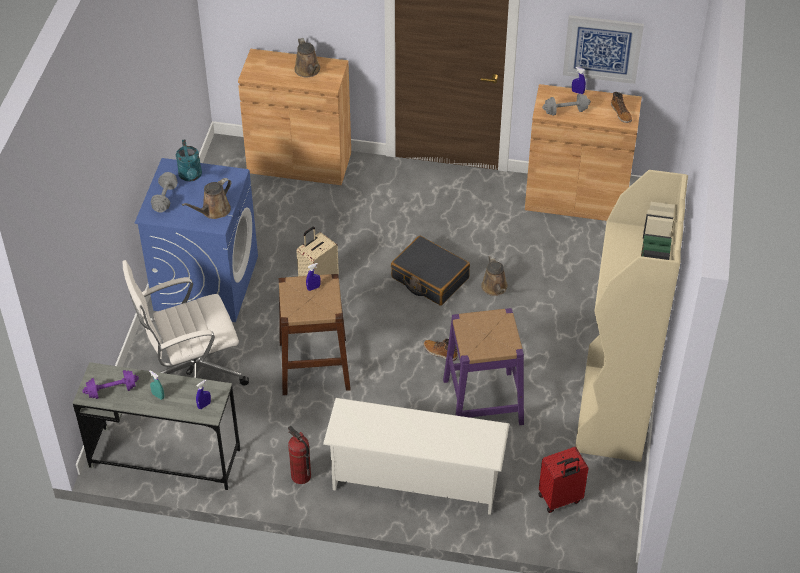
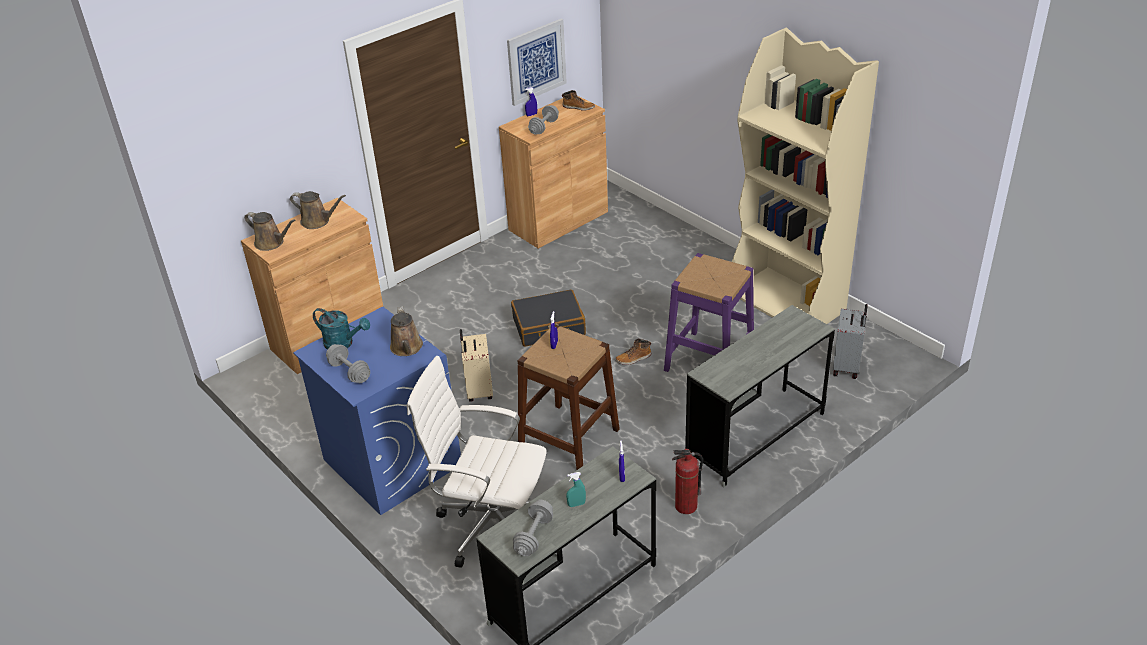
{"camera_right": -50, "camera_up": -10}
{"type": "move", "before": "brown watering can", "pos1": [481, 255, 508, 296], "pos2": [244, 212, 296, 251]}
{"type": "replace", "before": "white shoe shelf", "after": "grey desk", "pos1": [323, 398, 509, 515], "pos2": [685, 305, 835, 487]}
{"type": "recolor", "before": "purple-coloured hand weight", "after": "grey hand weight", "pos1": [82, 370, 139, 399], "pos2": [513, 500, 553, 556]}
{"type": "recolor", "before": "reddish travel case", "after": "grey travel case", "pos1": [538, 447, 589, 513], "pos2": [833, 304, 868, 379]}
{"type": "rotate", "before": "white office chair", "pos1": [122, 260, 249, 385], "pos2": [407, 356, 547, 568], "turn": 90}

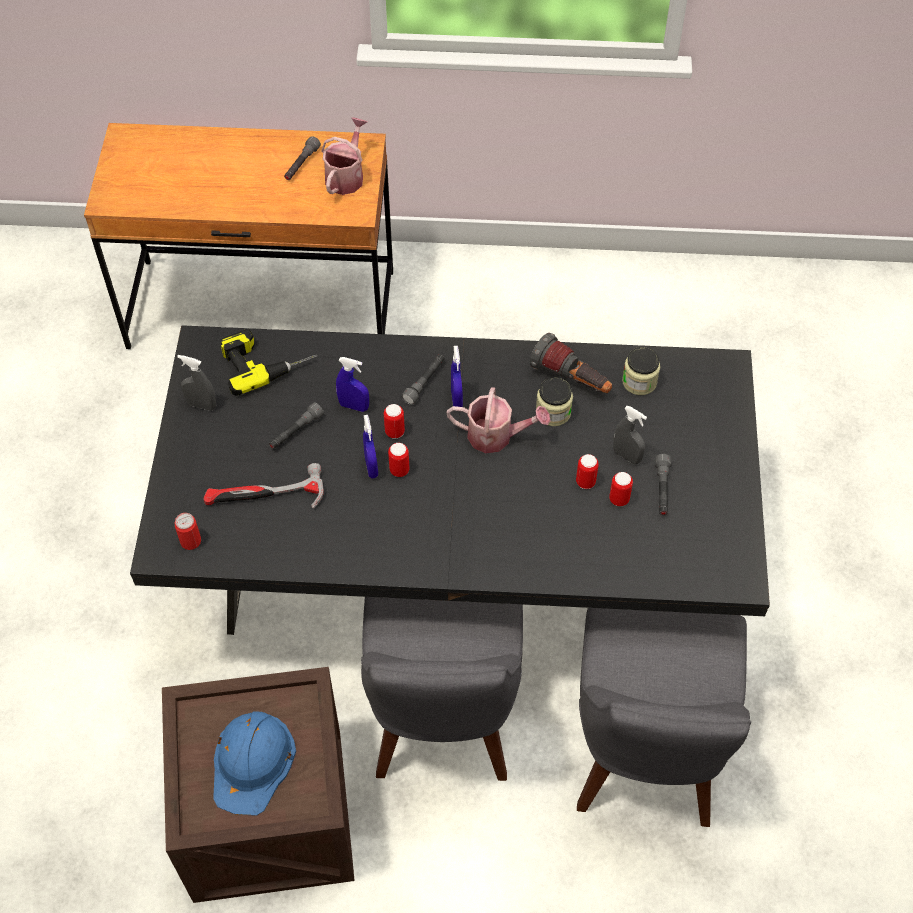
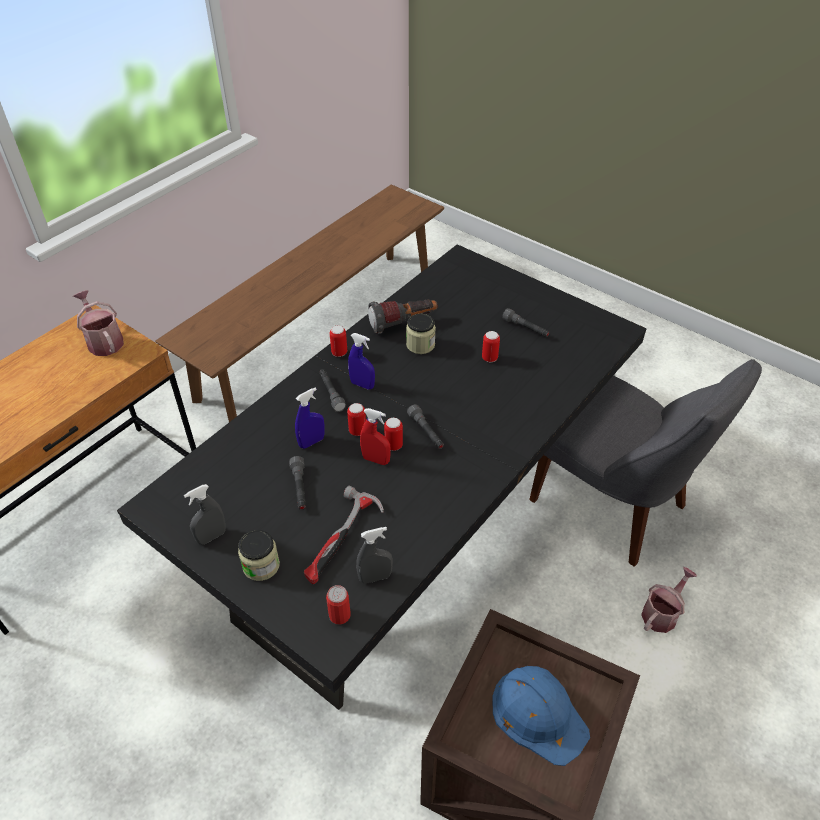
{"camera_right": -55, "camera_up": -10}
{"type": "delete", "before": "electric drill", "pos1": [221, 329, 317, 396]}
{"type": "delete", "before": "grey chair", "pos1": [361, 597, 523, 781]}
{"type": "insert", "after": "brown bench", "pos2": [155, 185, 444, 422]}
{"type": "move", "before": "grey hand torch", "pos1": [284, 136, 321, 180], "pos2": [407, 404, 444, 449]}
{"type": "move", "before": "watering can", "pos1": [447, 387, 550, 453], "pos2": [641, 567, 697, 633]}
{"type": "move", "before": "metal can", "pos1": [609, 472, 633, 506], "pos2": [330, 326, 347, 357]}
{"type": "move", "before": "grey sprayer", "pos1": [613, 406, 647, 464], "pos2": [356, 527, 393, 584]}
{"type": "move", "before": "jar", "pos1": [622, 347, 660, 395], "pos2": [238, 530, 280, 581]}
{"type": "recolor", "before": "bluish sprayer", "after": "reddish sprayer", "pos1": [363, 415, 378, 478], "pos2": [360, 408, 391, 465]}

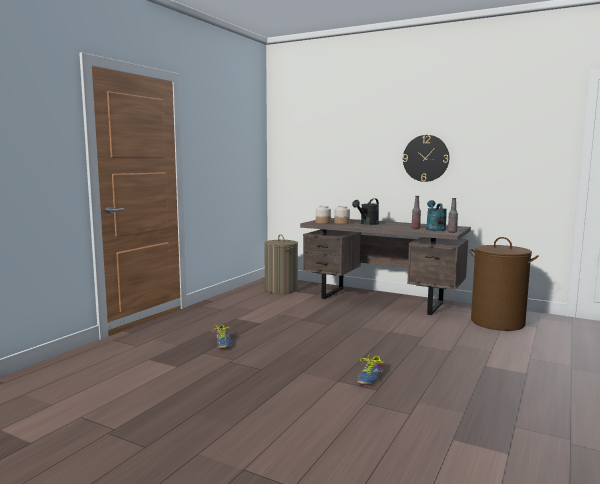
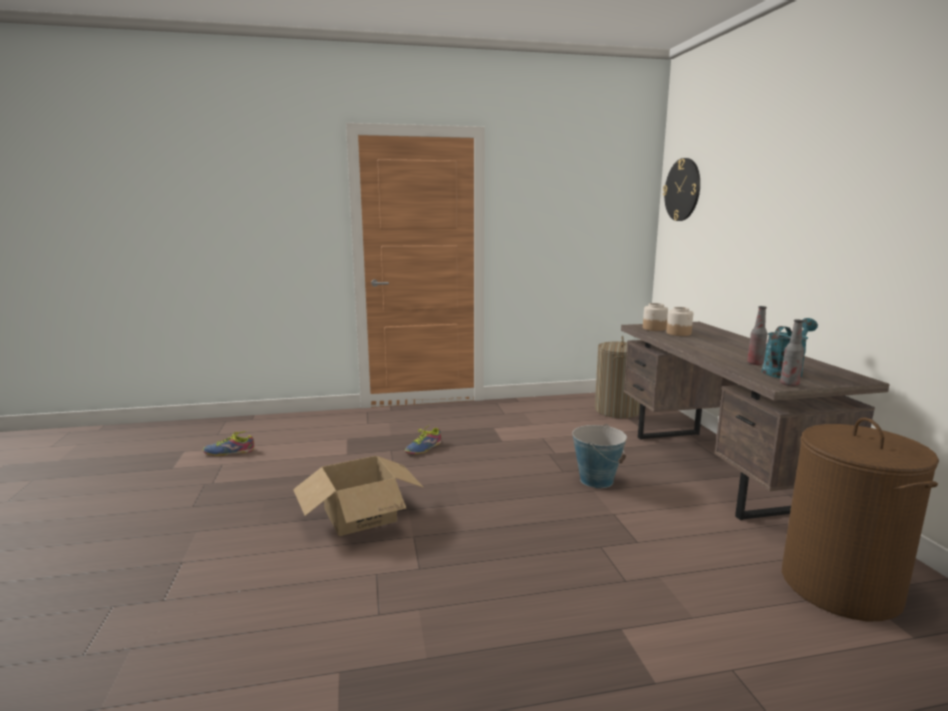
{"camera_right": 50, "camera_up": 5}
{"type": "delete", "before": "black watering can", "pos1": [352, 198, 379, 225]}
{"type": "insert", "after": "cardboard box", "pos2": [293, 456, 424, 536]}
{"type": "insert", "after": "pail", "pos2": [572, 424, 627, 488]}
{"type": "move", "before": "low shoe", "pos1": [357, 353, 384, 385], "pos2": [203, 431, 254, 456]}
{"type": "move", "before": "clock on the wall", "pos1": [403, 135, 449, 182], "pos2": [663, 158, 700, 221]}

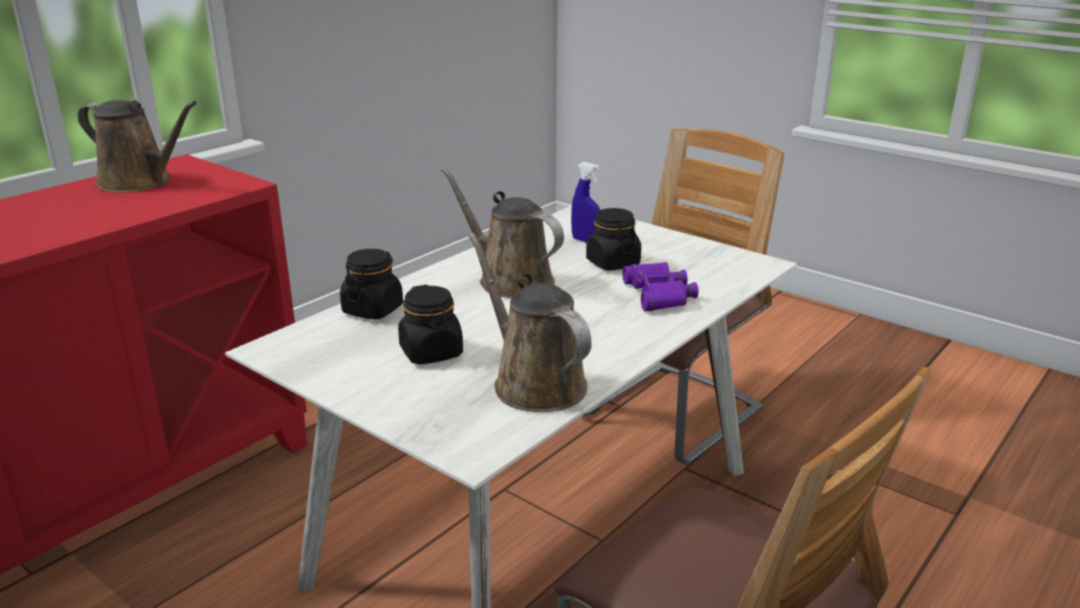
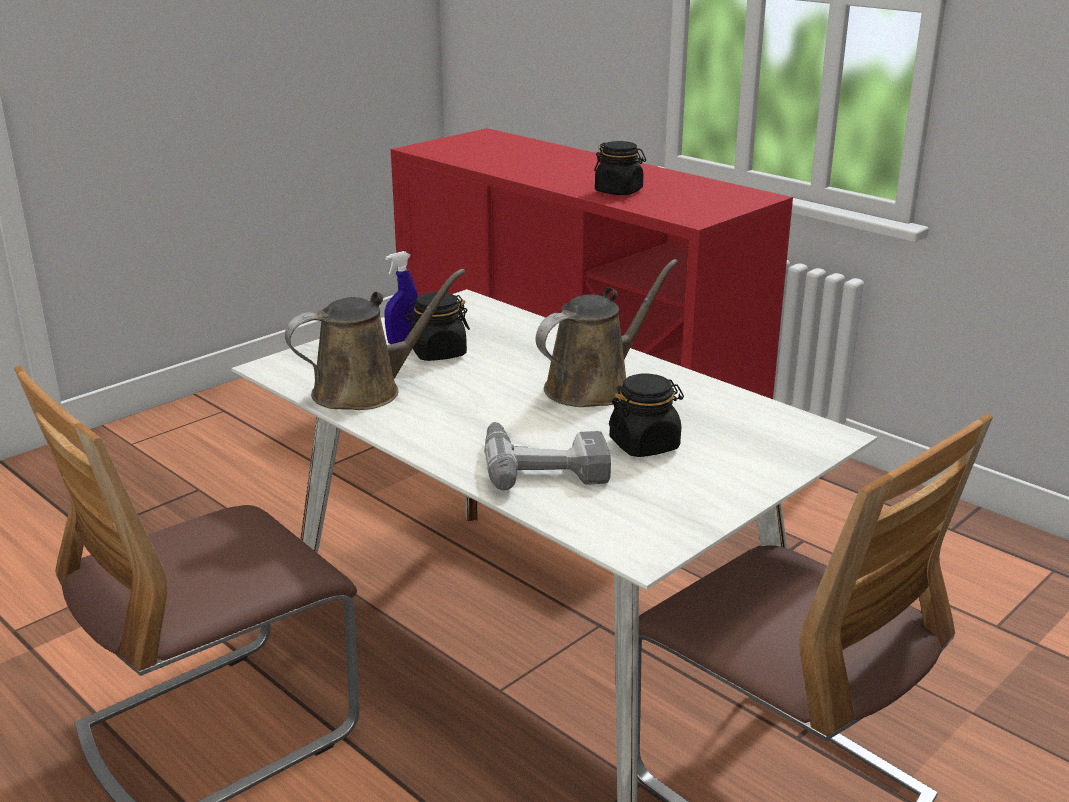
{"camera_right": 95, "camera_up": 0}
{"type": "delete", "before": "brown watering can", "pos1": [78, 100, 197, 193]}
{"type": "move", "before": "black jar", "pos1": [340, 249, 403, 319], "pos2": [594, 141, 646, 195]}
{"type": "move", "before": "bluish sprayer", "pos1": [571, 162, 600, 243], "pos2": [384, 251, 418, 344]}
{"type": "replace", "before": "purple-coloured binoculars", "after": "electric drill", "pos1": [622, 262, 699, 311], "pos2": [484, 422, 611, 490]}

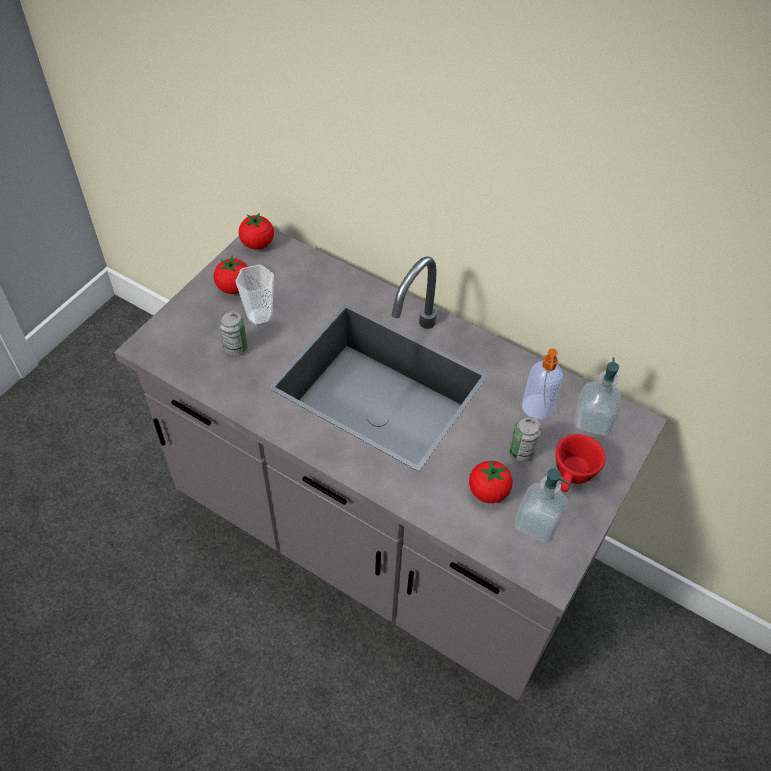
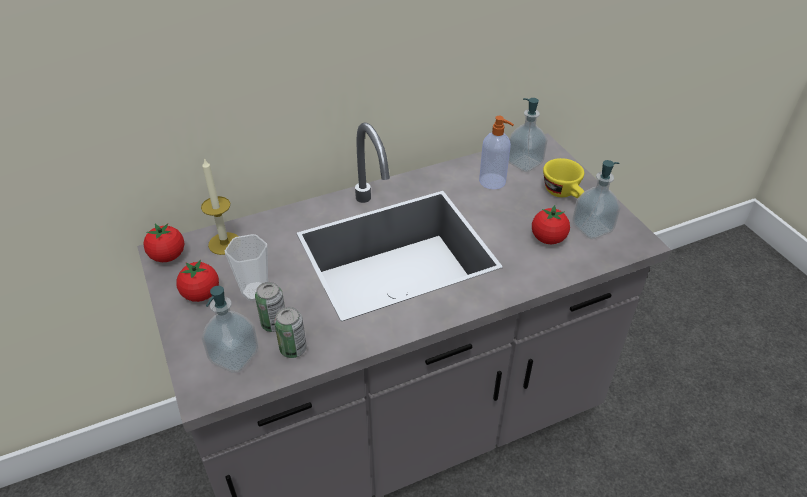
{"camera_right": -55, "camera_up": -10}
{"type": "insert", "after": "candle", "pos2": [201, 158, 239, 255]}
{"type": "insert", "after": "soap bottle", "pos2": [202, 286, 259, 373]}
{"type": "move", "before": "metal can", "pos1": [509, 416, 541, 462], "pos2": [274, 307, 307, 358]}
{"type": "recolor", "before": "reddish drinking cup", "after": "yellow-coloured drinking cup", "pos1": [555, 434, 605, 492], "pos2": [543, 158, 585, 198]}

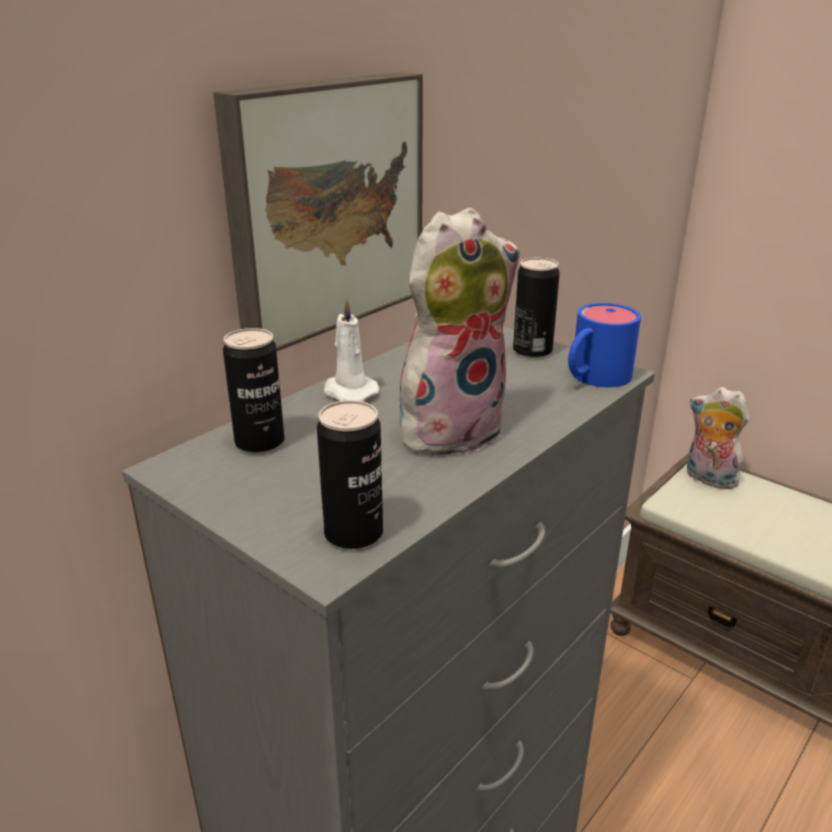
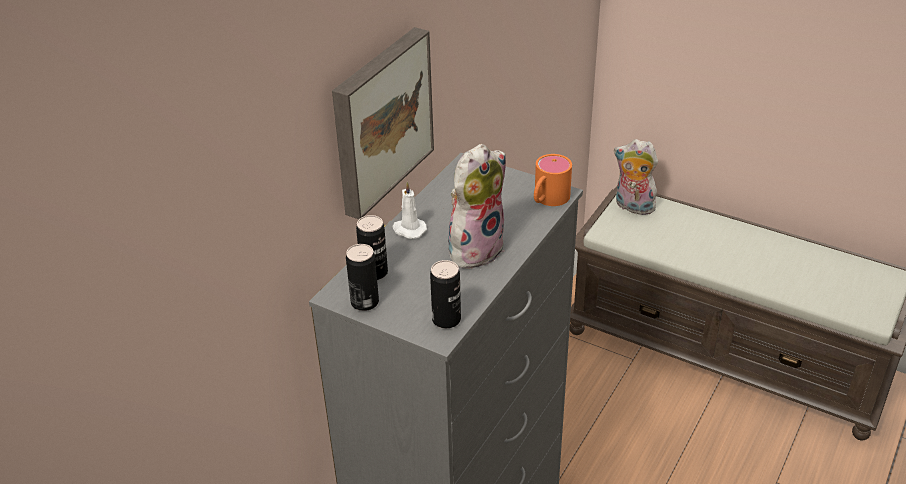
{"camera_right": -10, "camera_up": 10}
{"type": "move", "before": "metal can", "pos1": [513, 257, 560, 358], "pos2": [346, 244, 379, 311]}
{"type": "recolor", "before": "bluish coffee mug", "after": "orangey coffee mug", "pos1": [568, 303, 641, 387], "pos2": [534, 154, 572, 206]}

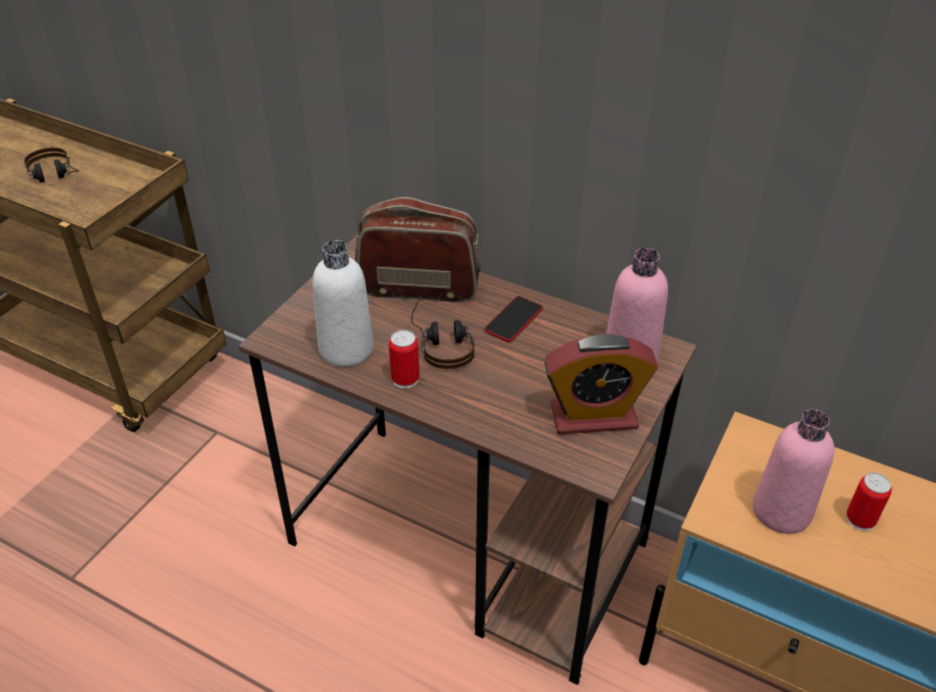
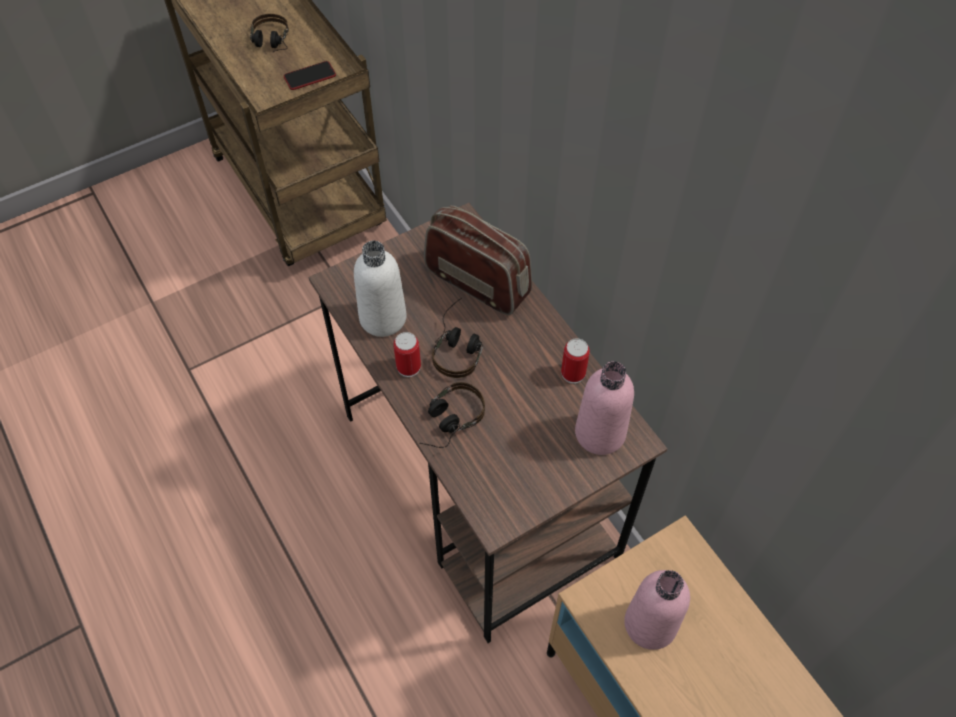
{"camera_right": 30, "camera_up": 15}
{"type": "delete", "before": "alarm clock", "pos1": [544, 334, 658, 435]}
{"type": "insert", "after": "headphones", "pos2": [419, 382, 485, 448]}
{"type": "move", "before": "phone", "pos1": [484, 296, 543, 342], "pos2": [284, 61, 336, 90]}
{"type": "move", "before": "metal can", "pos1": [846, 473, 892, 531], "pos2": [561, 338, 590, 384]}

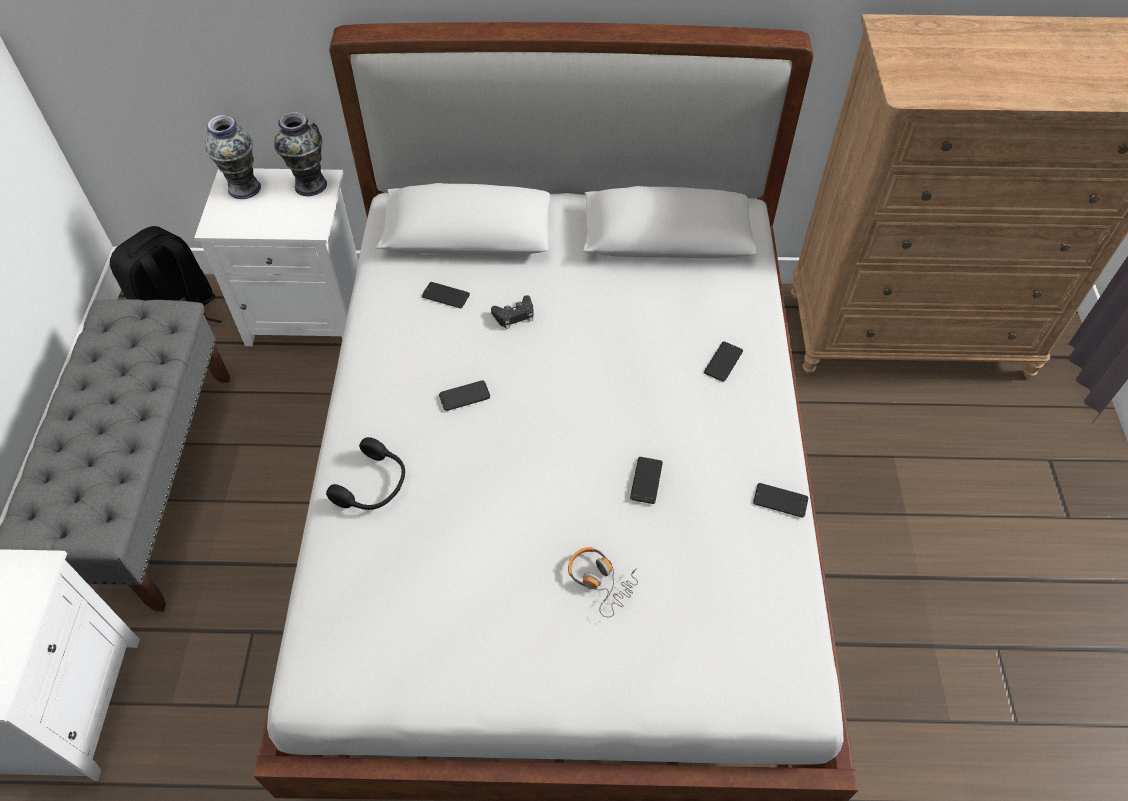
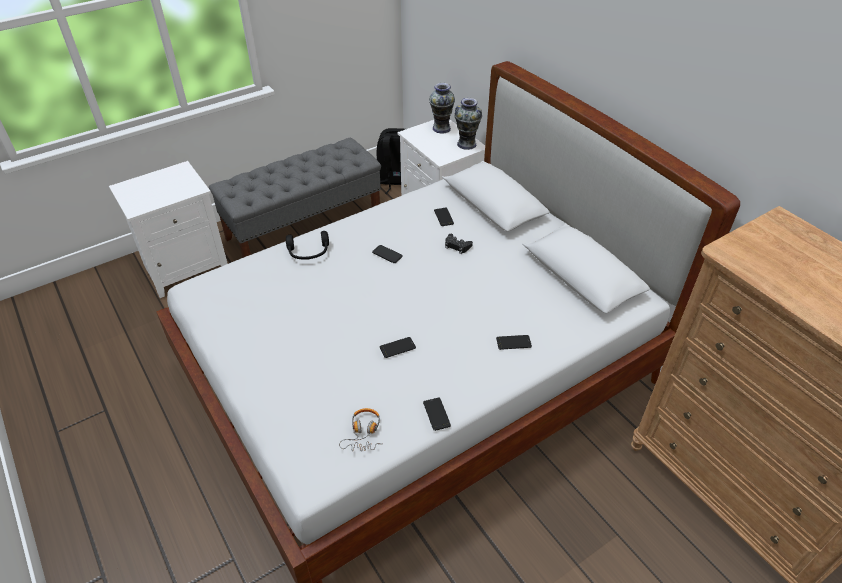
{"camera_right": 55, "camera_up": -10}
{"type": "move", "before": "headphones", "pos1": [568, 547, 638, 617], "pos2": [339, 408, 381, 451]}

